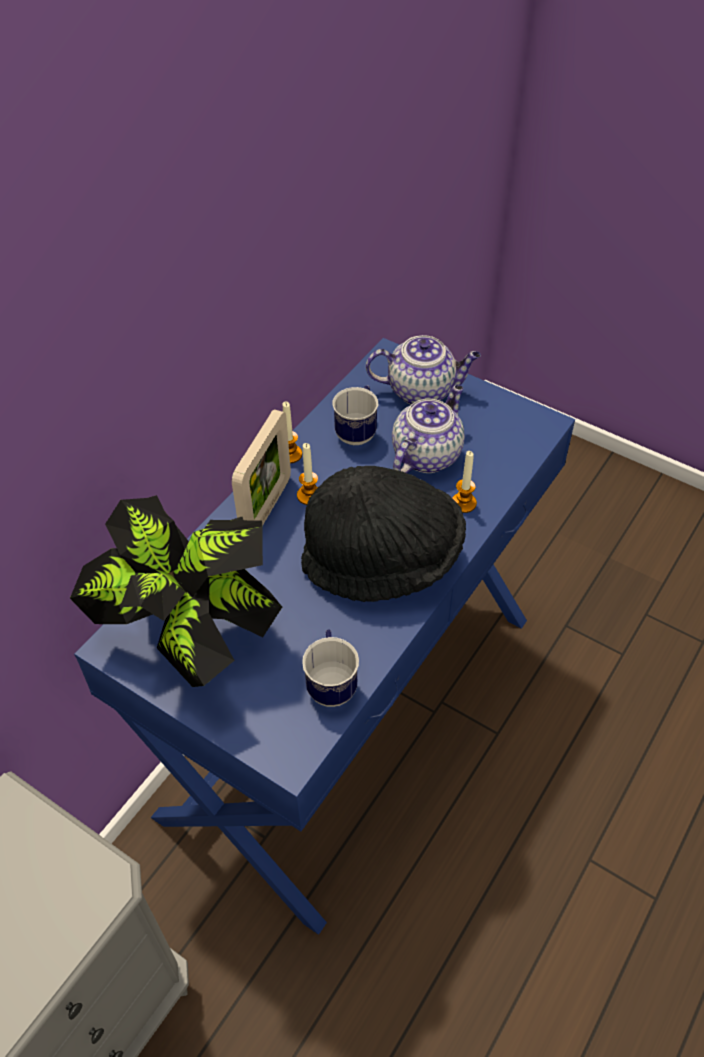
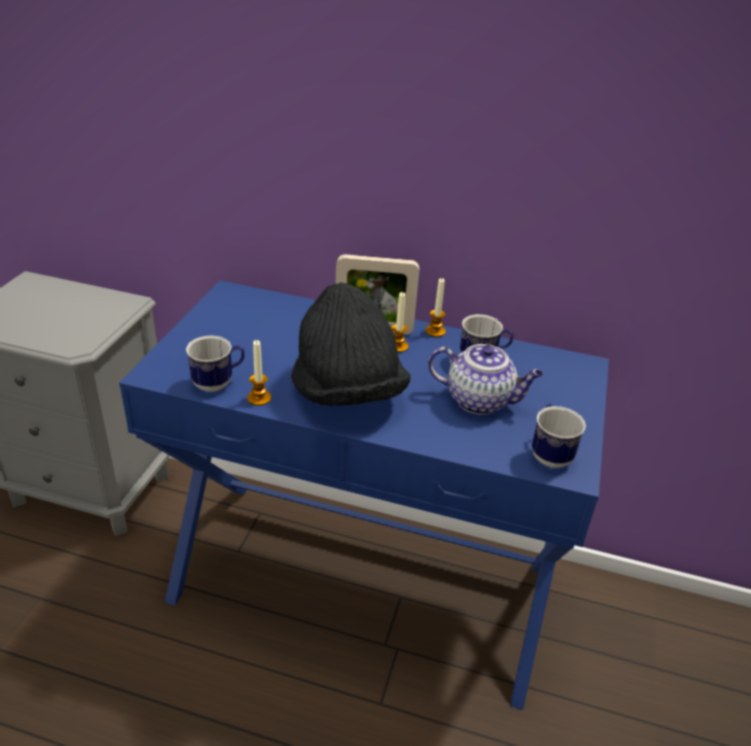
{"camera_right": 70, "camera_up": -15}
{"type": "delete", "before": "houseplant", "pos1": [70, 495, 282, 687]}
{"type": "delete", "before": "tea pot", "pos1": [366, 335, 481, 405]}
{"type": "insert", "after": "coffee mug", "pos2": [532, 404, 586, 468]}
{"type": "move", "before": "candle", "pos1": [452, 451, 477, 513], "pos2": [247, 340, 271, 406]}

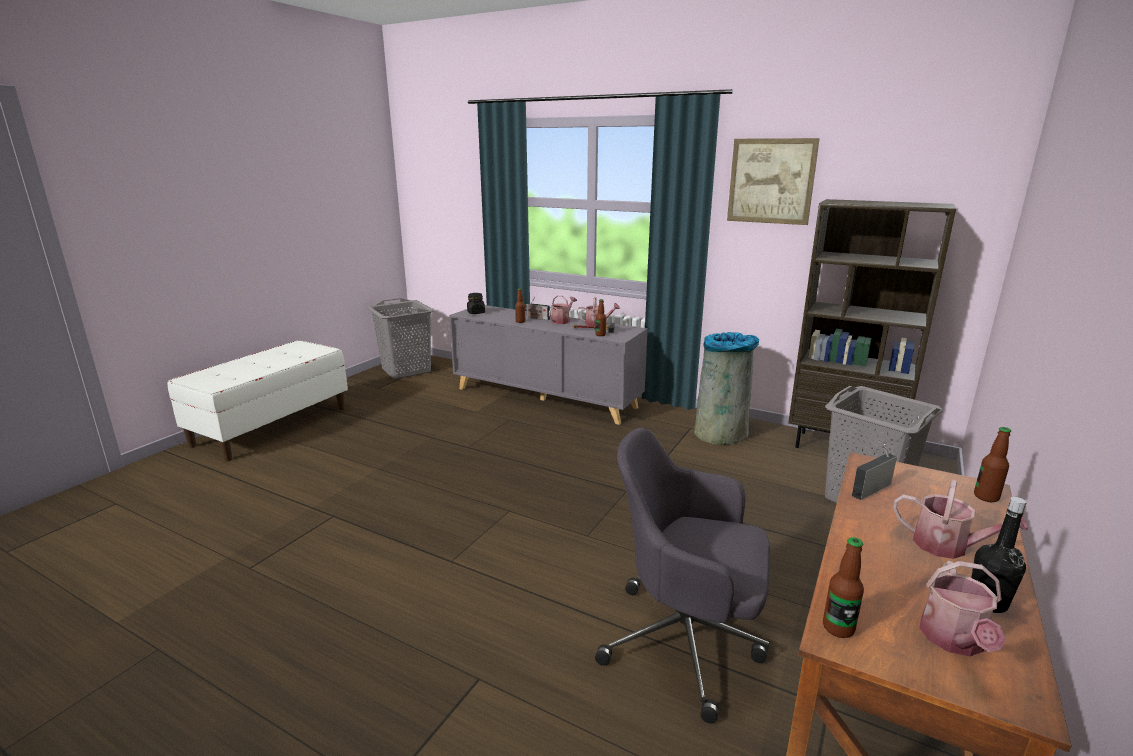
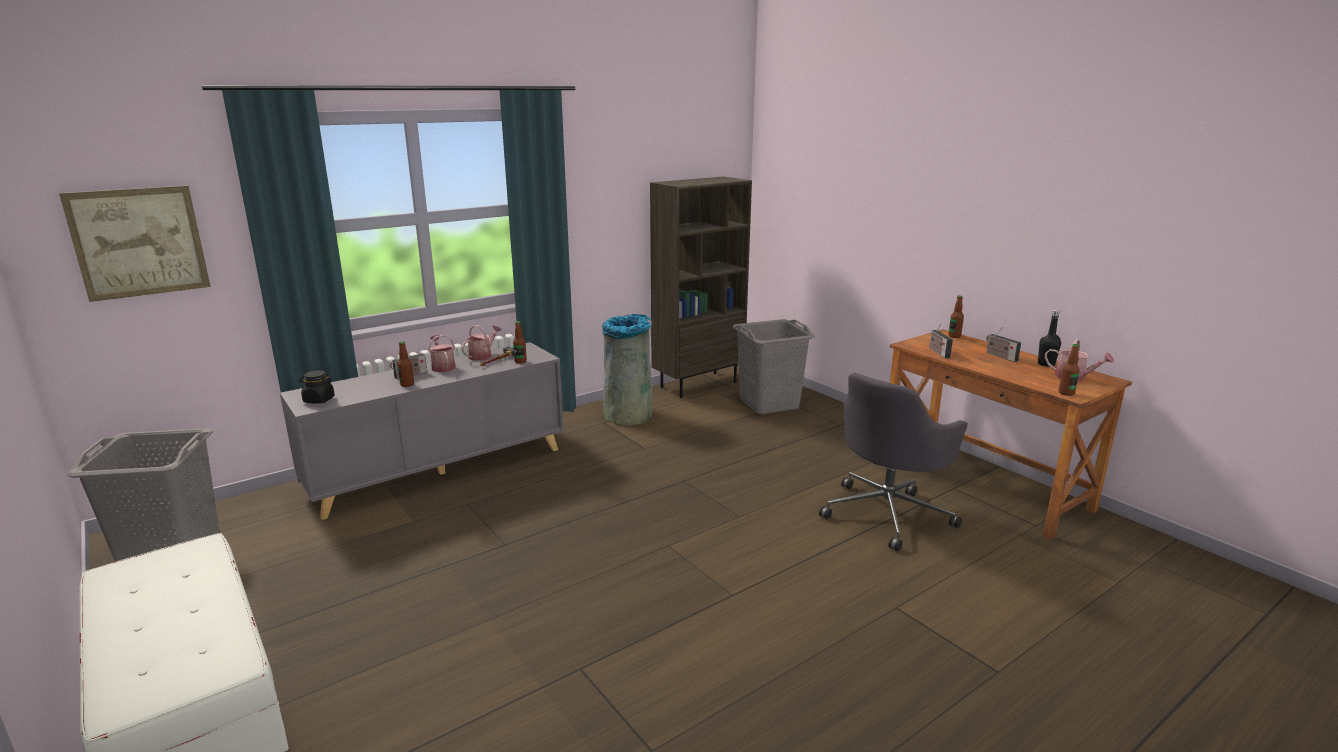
{"camera_right": -65, "camera_up": 0}
{"type": "move", "before": "wall art", "pos1": [727, 138, 820, 225], "pos2": [59, 185, 211, 302]}
{"type": "replace", "before": "watering can", "after": "radio set", "pos1": [893, 480, 1028, 559], "pos2": [986, 327, 1021, 362]}

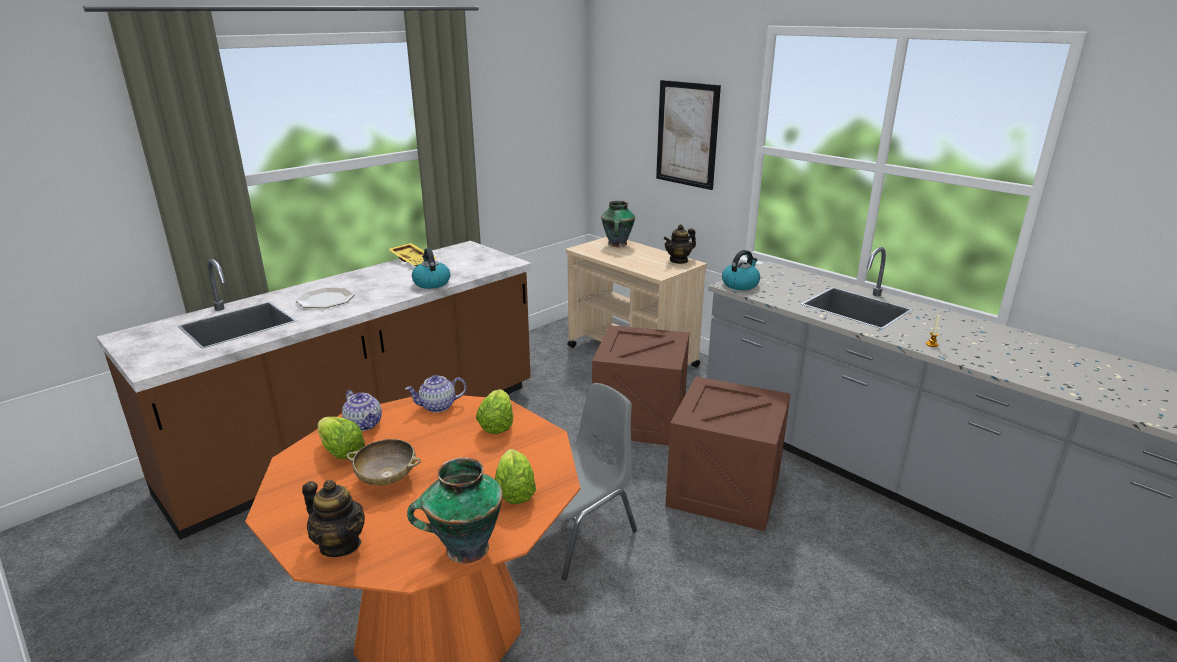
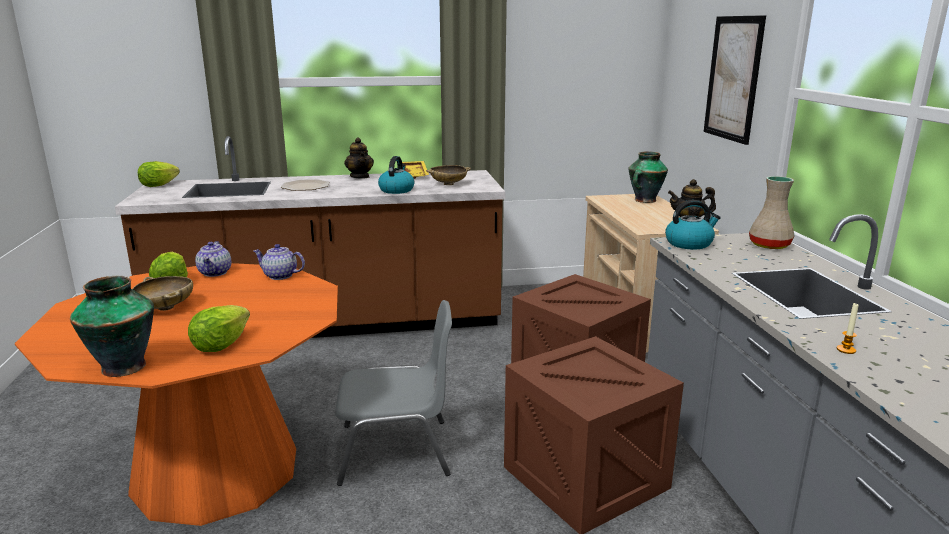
{"camera_right": 35, "camera_up": -5}
{"type": "insert", "after": "beige bowl", "pos2": [426, 165, 471, 185]}
{"type": "insert", "after": "beige decorative vase", "pos2": [749, 176, 794, 249]}
{"type": "move", "before": "tea pot", "pos1": [302, 480, 365, 557], "pos2": [344, 137, 374, 178]}
{"type": "move", "before": "lettuce head", "pos1": [476, 389, 513, 434], "pos2": [138, 161, 180, 187]}

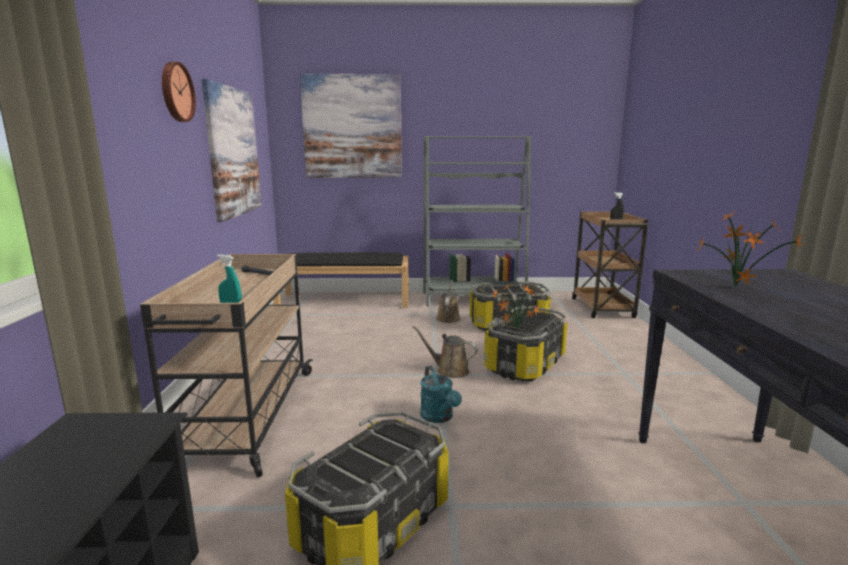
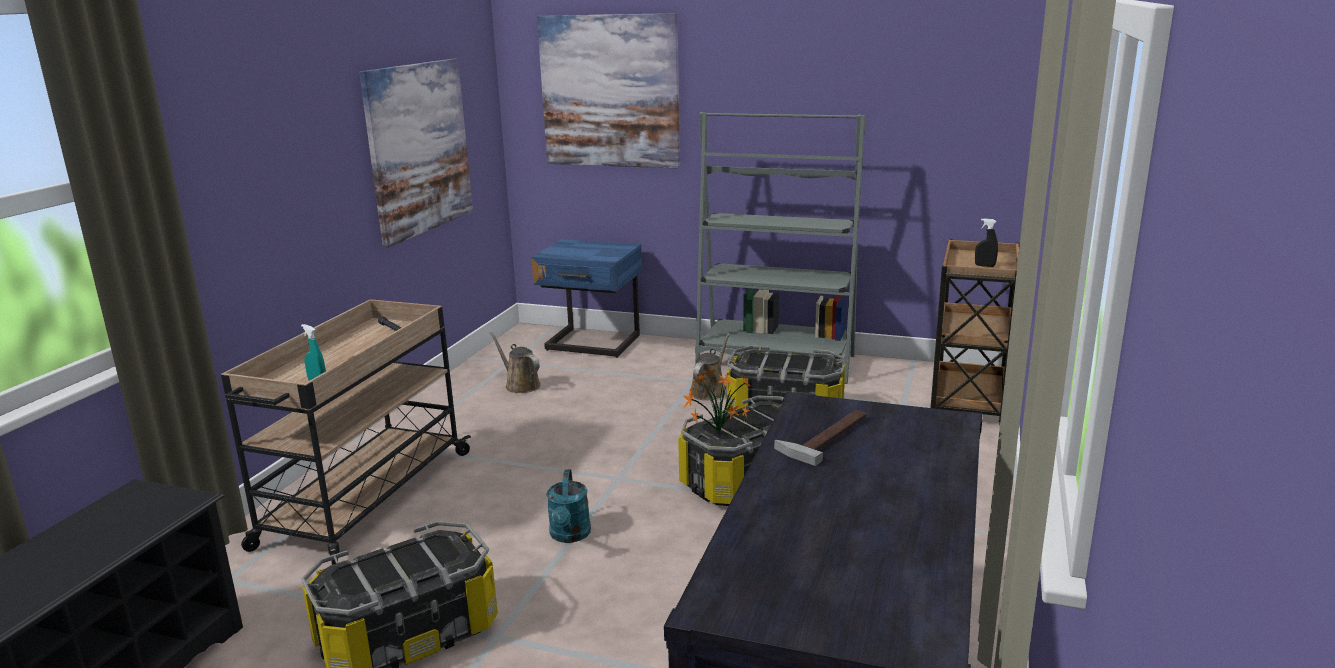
{"camera_right": 20, "camera_up": 5}
{"type": "delete", "before": "clock on the wall", "pos1": [162, 62, 196, 122]}
{"type": "move", "before": "brown watering can", "pos1": [412, 326, 478, 378], "pos2": [490, 332, 541, 393]}
{"type": "replace", "before": "black bench", "after": "bluish night table", "pos1": [273, 252, 409, 308], "pos2": [531, 239, 642, 358]}
{"type": "replace", "before": "houseplant", "after": "hammer", "pos1": [698, 211, 802, 286], "pos2": [774, 410, 866, 466]}

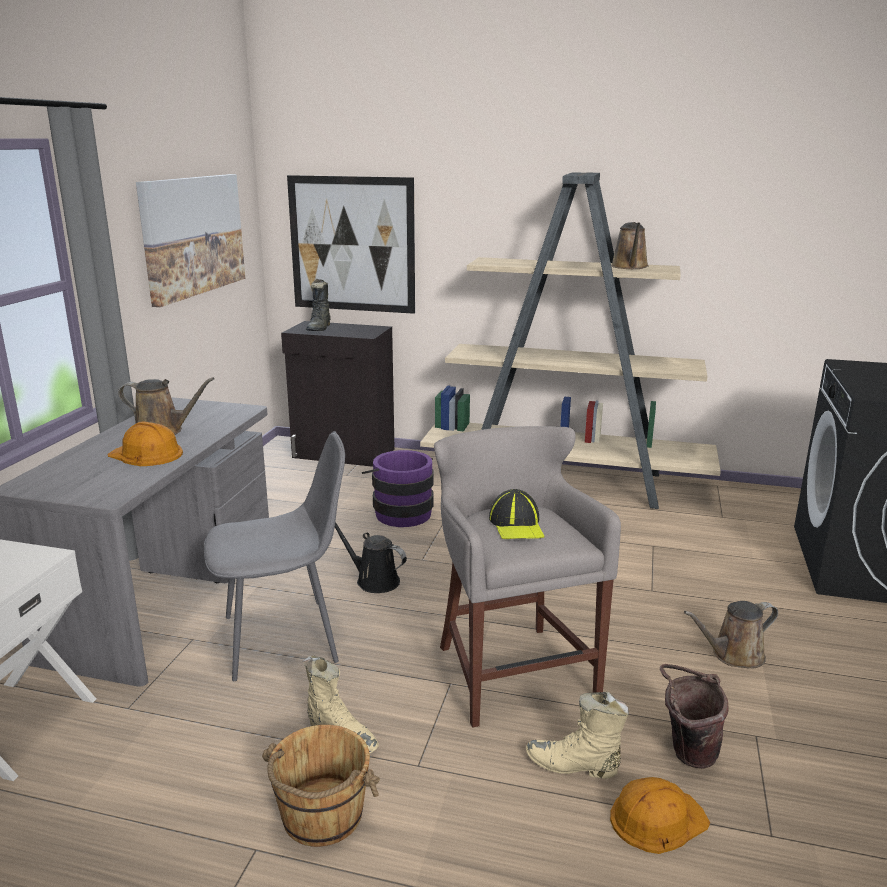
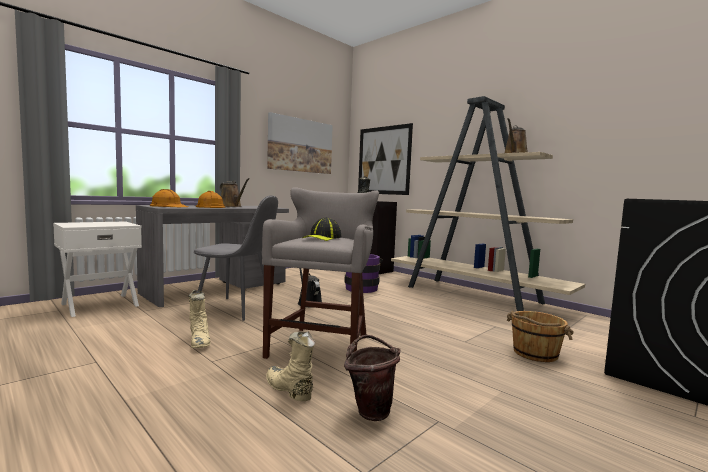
{"camera_right": 30, "camera_up": -15}
{"type": "delete", "before": "brown watering can", "pos1": [684, 601, 778, 669]}
{"type": "move", "before": "brown pail", "pos1": [262, 725, 380, 847], "pos2": [507, 311, 574, 362]}
{"type": "move", "before": "orangey hard hat", "pos1": [610, 777, 710, 854], "pos2": [150, 189, 188, 207]}

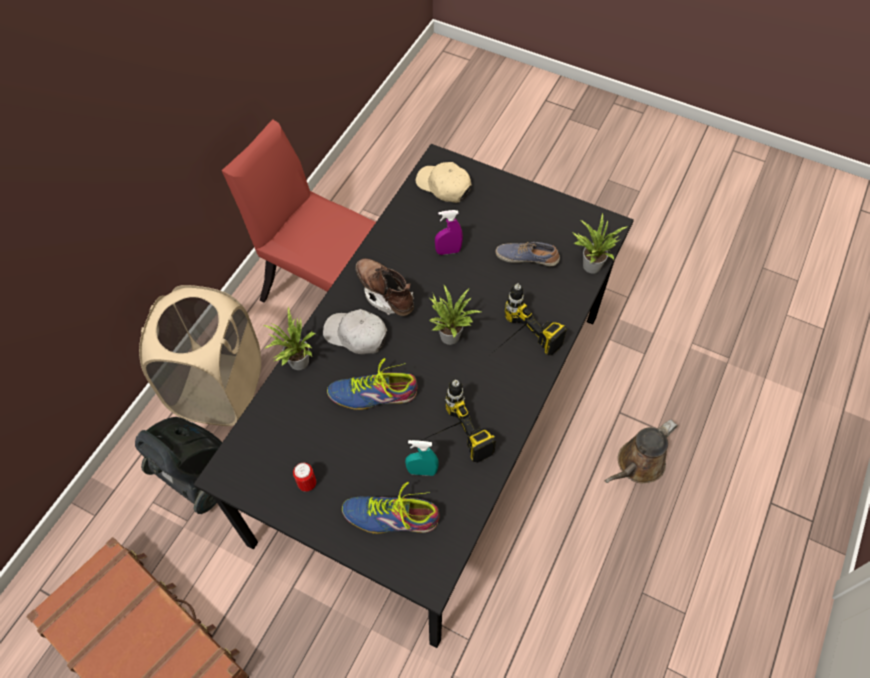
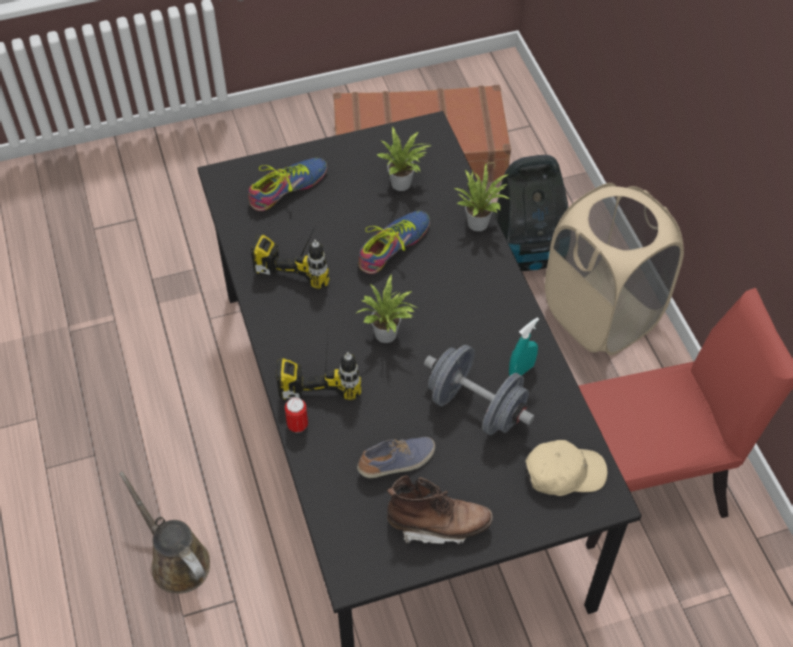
{"camera_right": 135, "camera_up": -5}
{"type": "delete", "before": "white baseball cap", "pos1": [323, 309, 387, 354]}
{"type": "move", "before": "metal can", "pos1": [293, 463, 316, 491], "pos2": [285, 397, 308, 433]}
{"type": "move", "before": "brown boot", "pos1": [355, 258, 414, 316], "pos2": [387, 475, 493, 545]}
{"type": "move", "before": "turquoise sprayer", "pos1": [405, 440, 439, 476], "pos2": [509, 317, 539, 376]}
{"type": "move", "before": "houseplant", "pos1": [573, 213, 628, 274], "pos2": [377, 126, 432, 191]}
{"type": "replace", "before": "purple-coloured sprayer", "after": "grey hand weight", "pos1": [435, 210, 463, 255], "pos2": [424, 345, 534, 435]}
{"type": "rotate", "before": "brown watering can", "pos1": [605, 420, 678, 483], "pos2": [119, 471, 210, 594], "turn": -45}

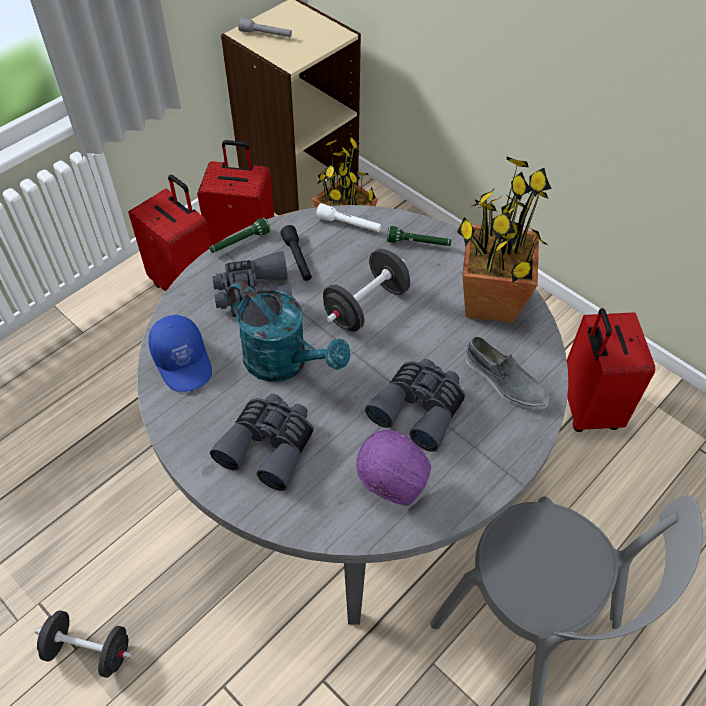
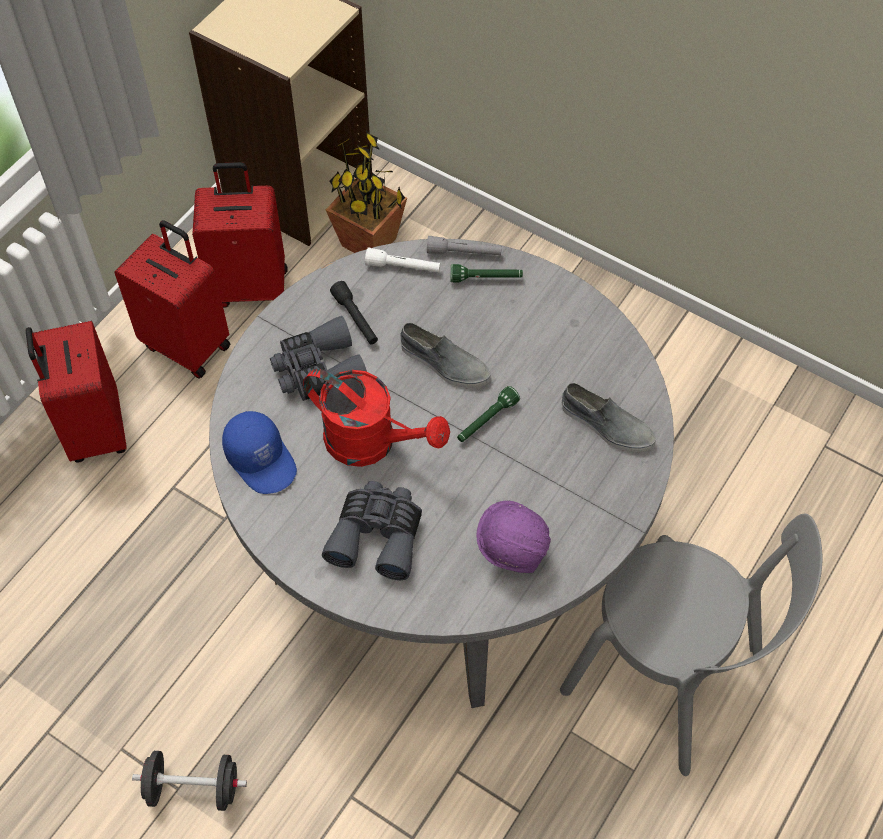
{"camera_right": -10, "camera_up": 5}
{"type": "delete", "before": "grey binoculars", "pos1": [365, 359, 465, 452]}
{"type": "delete", "before": "houseplant", "pos1": [457, 156, 552, 323]}
{"type": "move", "before": "green-coloured hand torch", "pos1": [209, 218, 270, 253], "pos2": [457, 386, 520, 442]}
{"type": "move", "before": "grey hand torch", "pos1": [238, 18, 292, 37], "pos2": [427, 236, 502, 255]}
{"type": "move", "before": "reddish travel case", "pos1": [567, 308, 655, 432], "pos2": [26, 321, 127, 463]}
{"type": "replace", "before": "black hand weight", "after": "grey low shoe", "pos1": [323, 249, 410, 332], "pos2": [401, 323, 490, 388]}
{"type": "recolor", "before": "turquoise watering can", "after": "reddish watering can", "pos1": [227, 281, 350, 382], "pos2": [303, 368, 450, 467]}

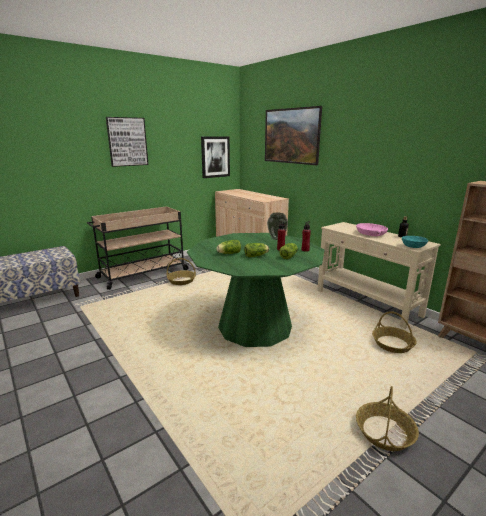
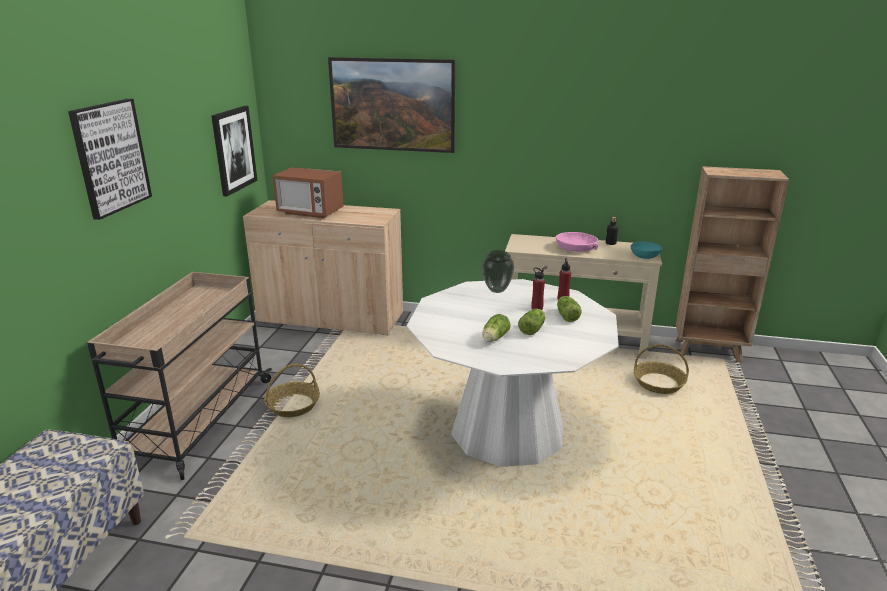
{"camera_right": -40, "camera_up": 5}
{"type": "delete", "before": "basket", "pos1": [356, 386, 419, 451]}
{"type": "insert", "after": "kitchen microwave", "pos2": [273, 167, 344, 218]}
{"type": "recolor", "before": "green-coloured kitchen table", "after": "white kitchen table", "pos1": [187, 233, 325, 347], "pos2": [407, 279, 619, 467]}

